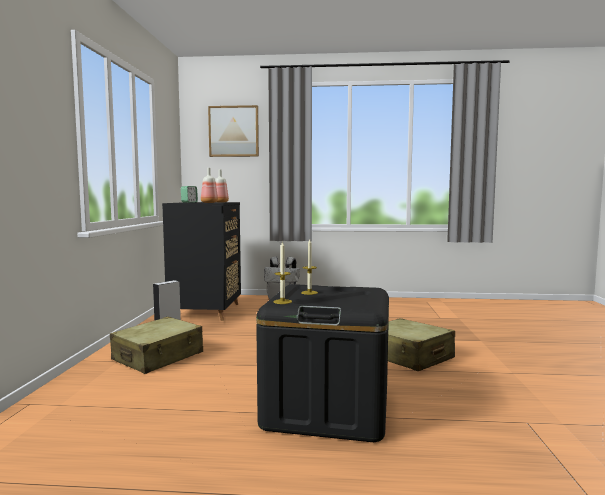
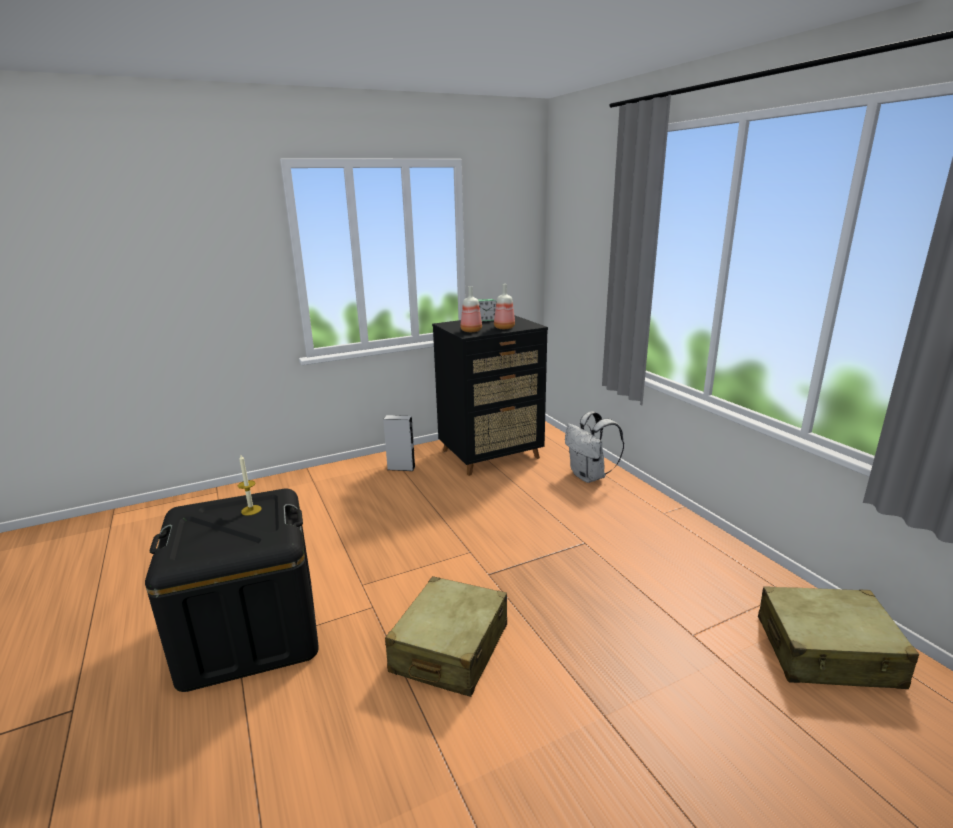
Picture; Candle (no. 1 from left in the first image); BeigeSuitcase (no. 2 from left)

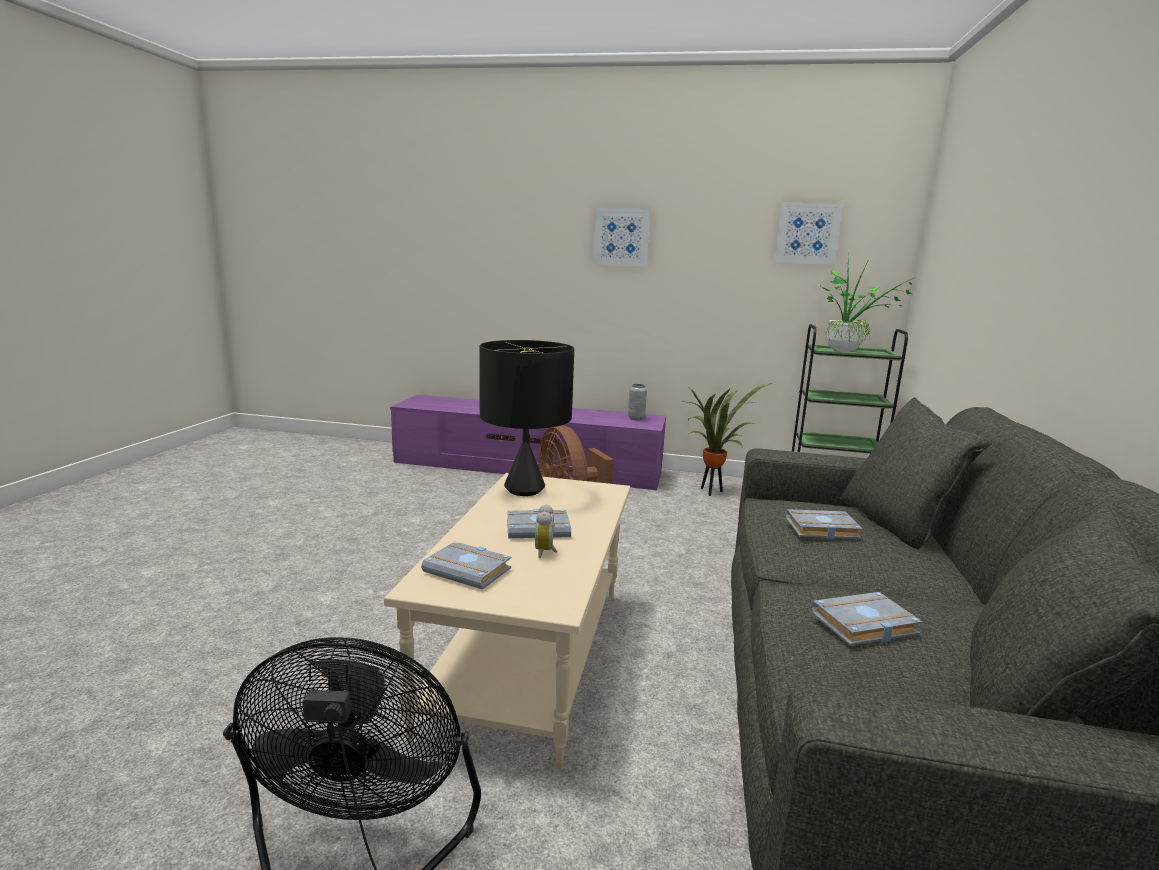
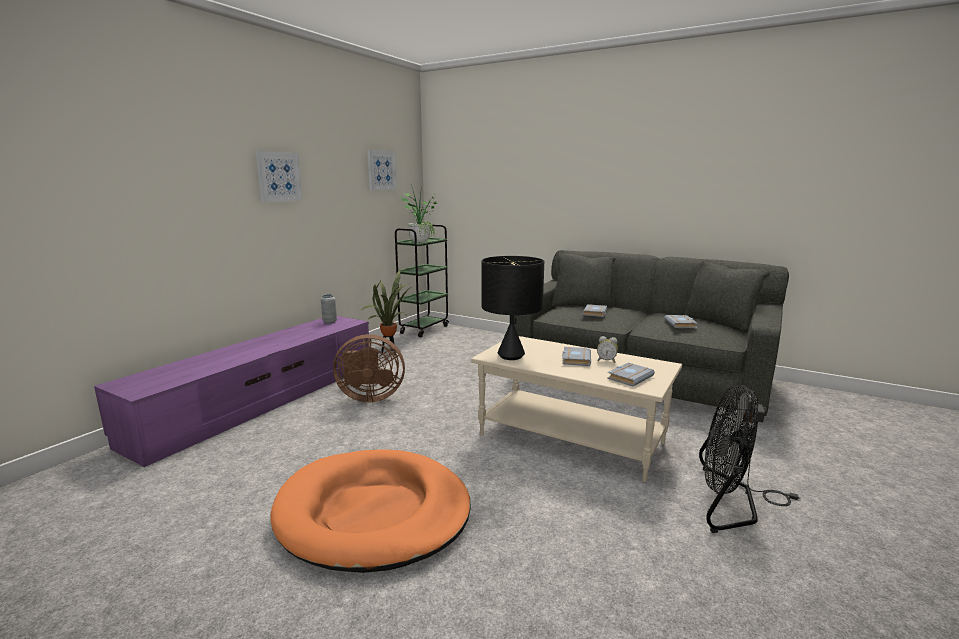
OrangeDogBed

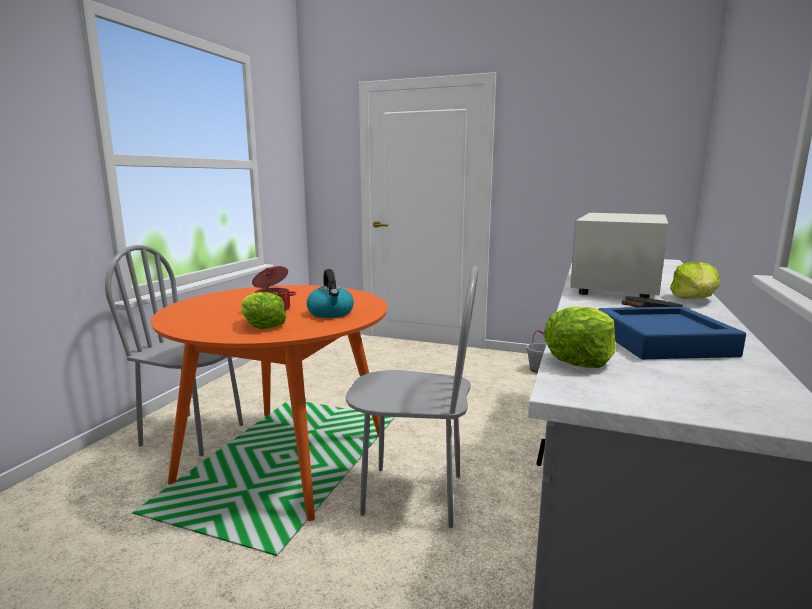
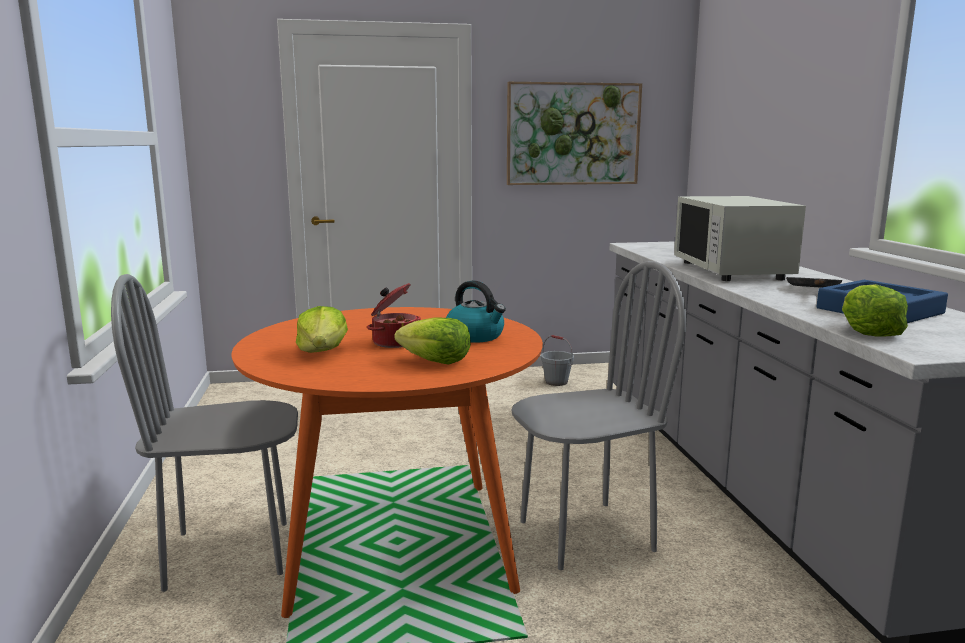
Lettuce (no. 1 from left); Picture

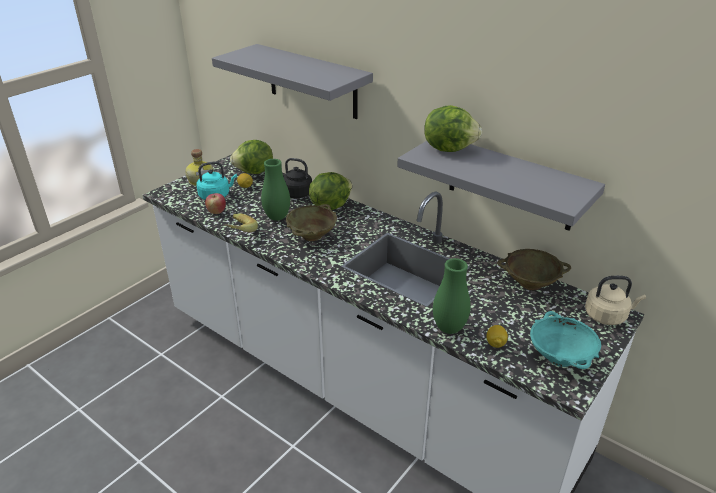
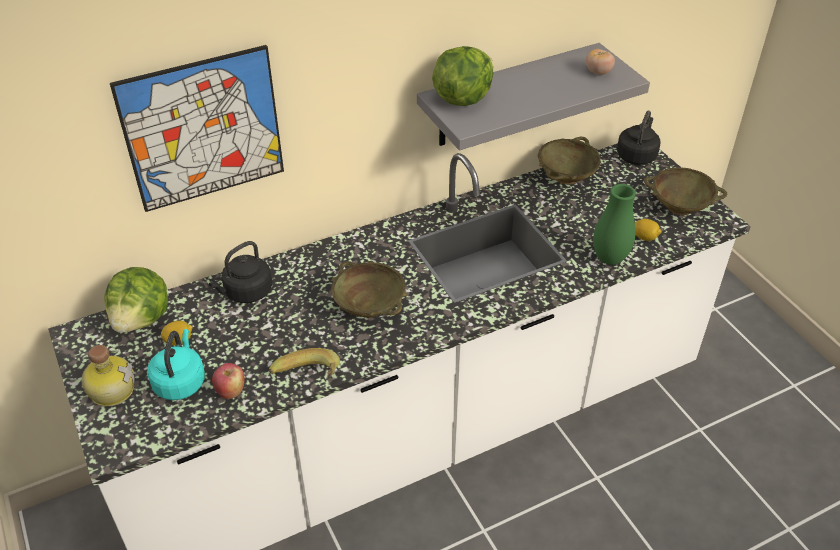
Picture; GreenVase (no. 1 from left in the first image); Lettuce (no. 2 from left in the first image); BlackKettle (no. 2 from left); BeigeBowl (no. 3 from left); Tomato

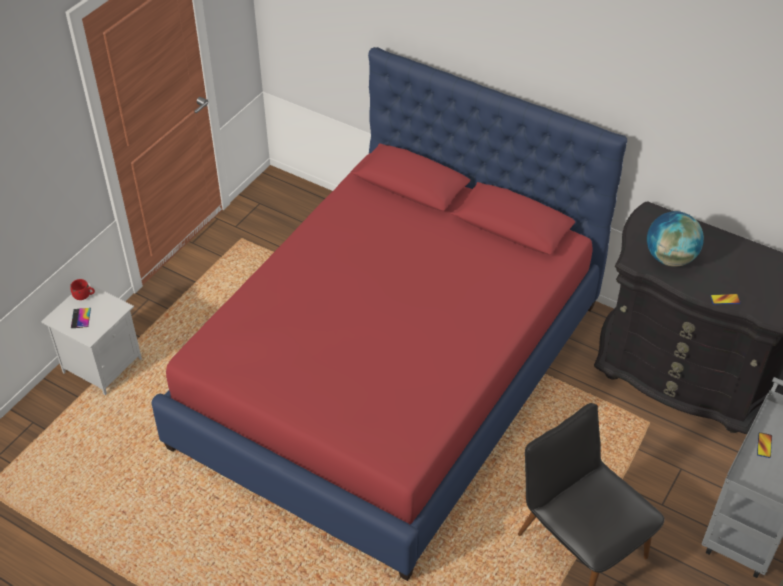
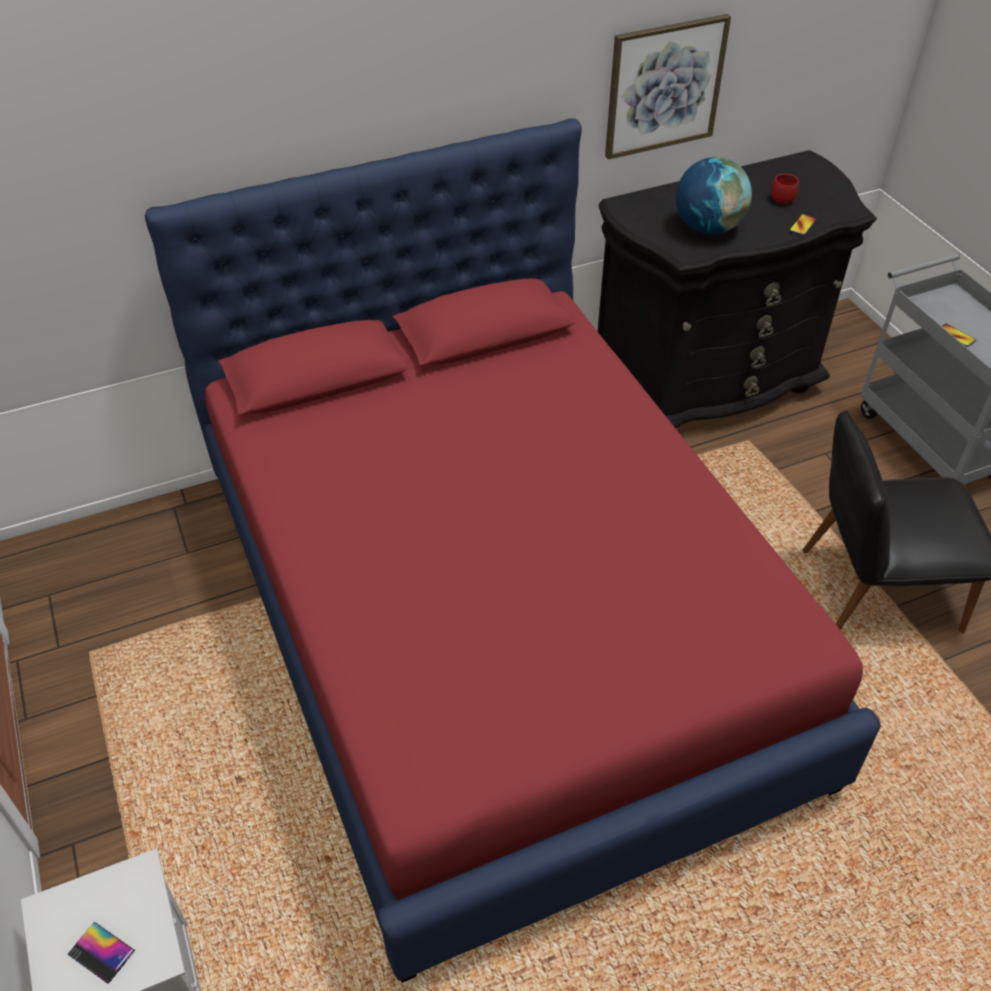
RedMug; Picture

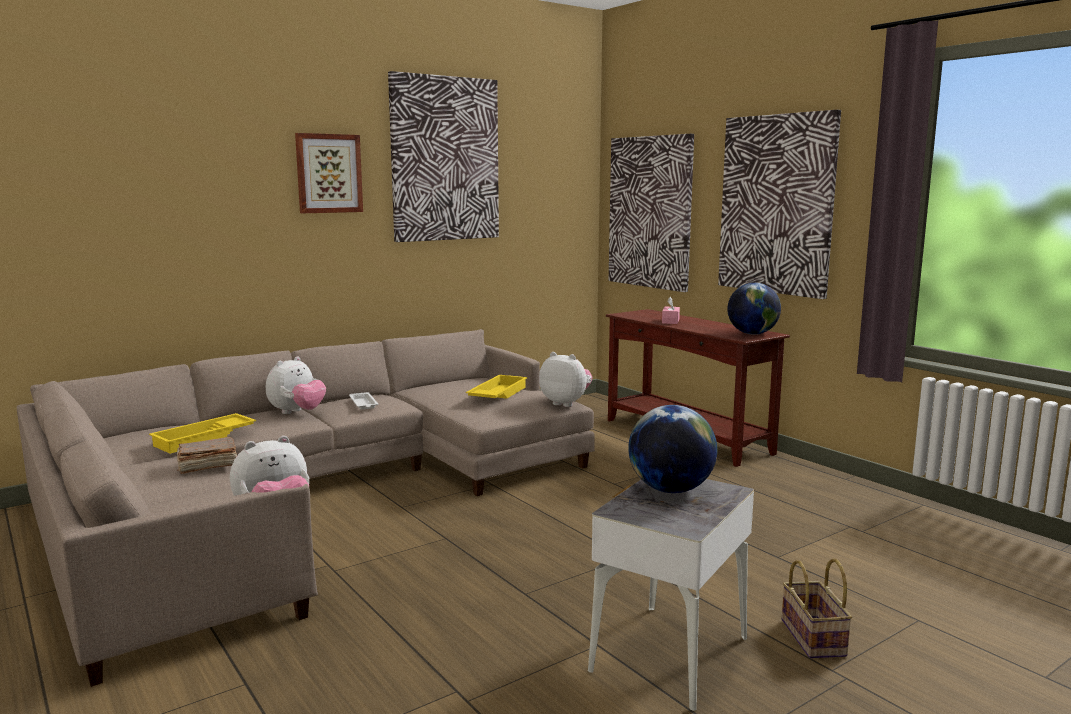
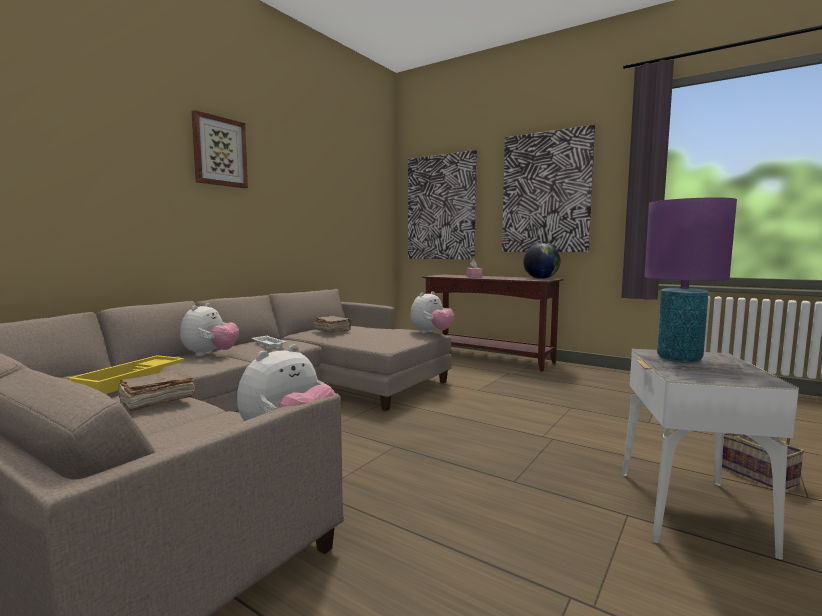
Picture (no. 2 from left in the first image); PlushToy (no. 3 from left); YellowTray (no. 2 from left in the first image); PurpleTableLamp; BrownBook (no. 2 from left)

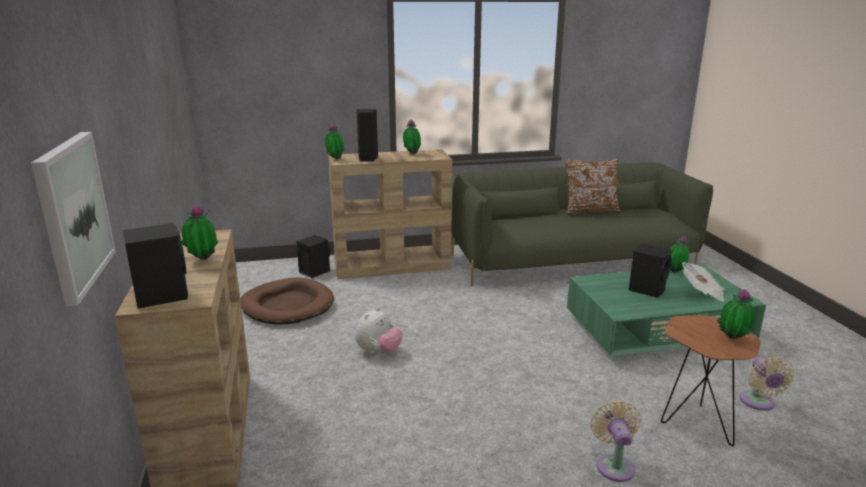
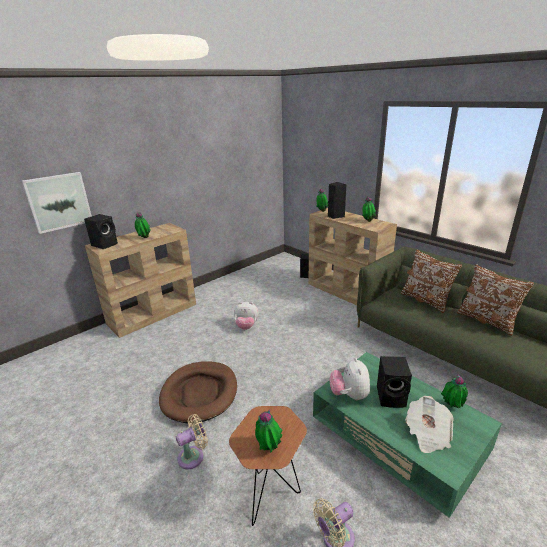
BrownDogBed; BrownPillow (no. 1 from left); PlushToy (no. 2 from left)

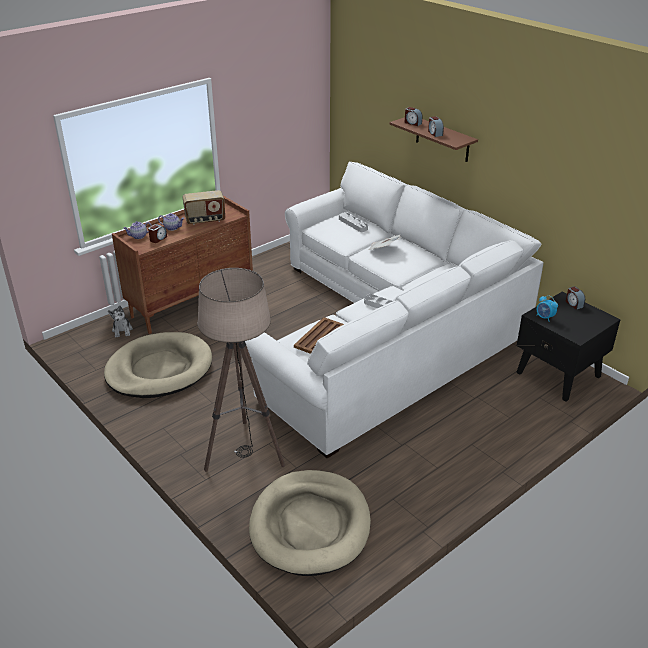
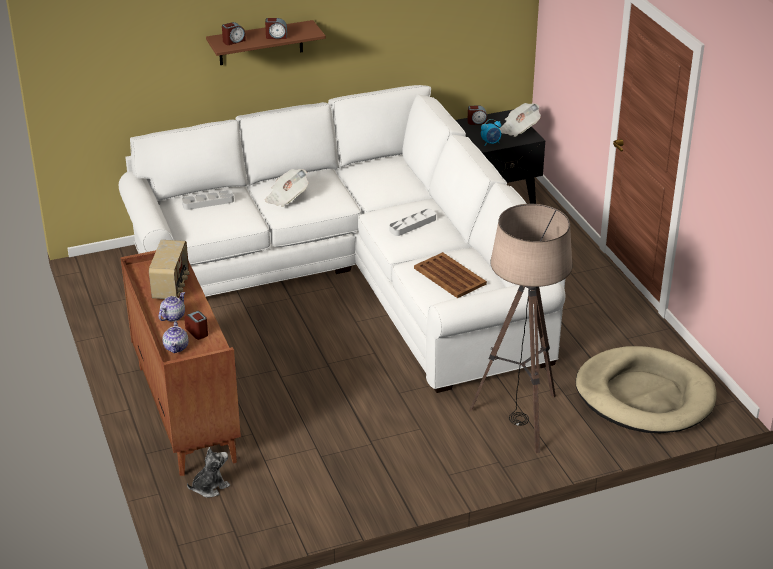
PlushToy; BeigeDogBed (no. 1 from left in the first image); Newspaper (no. 2 from left)

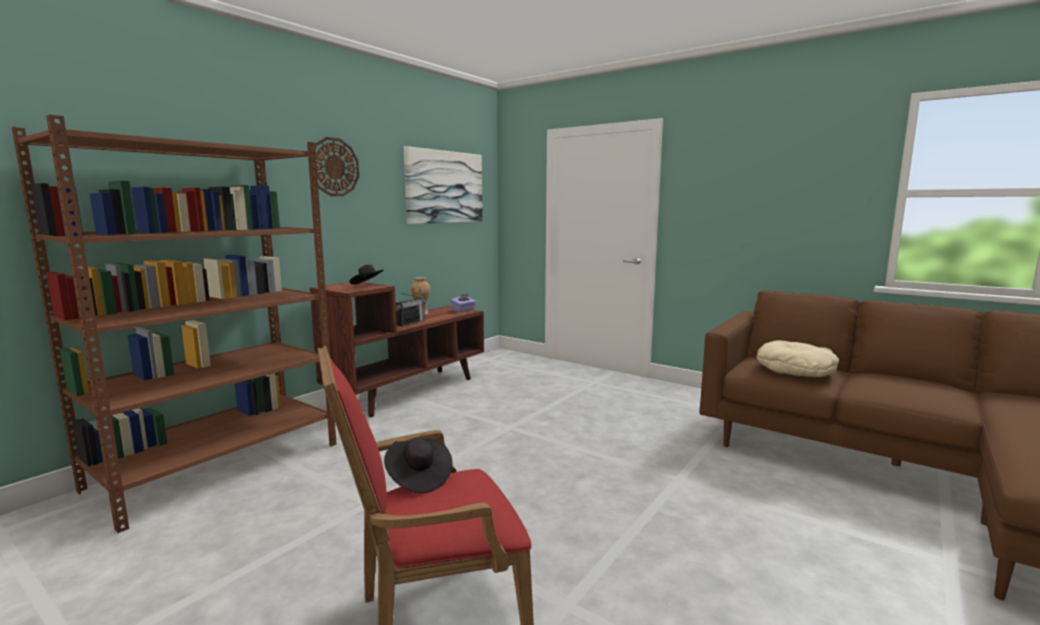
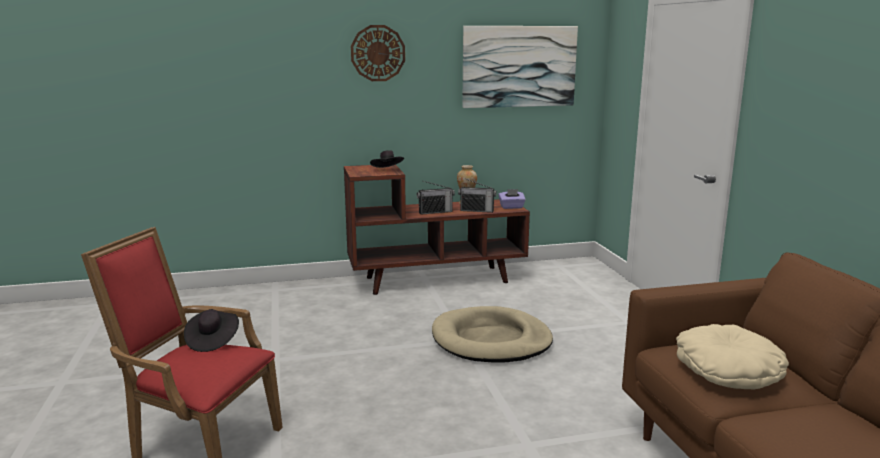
BrownBookcase; Radio (no. 2 from left); BeigeDogBed

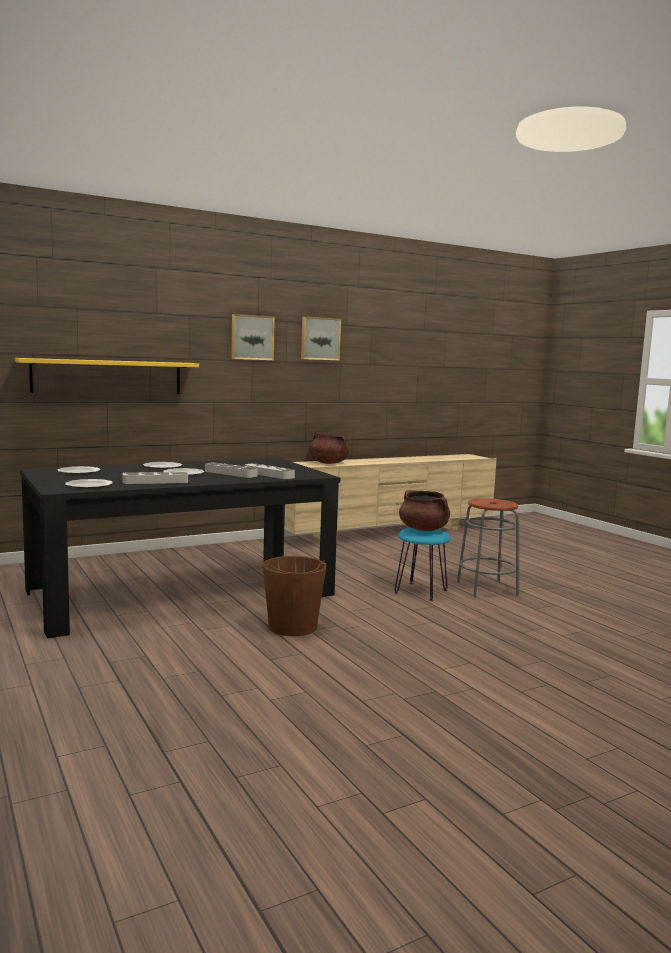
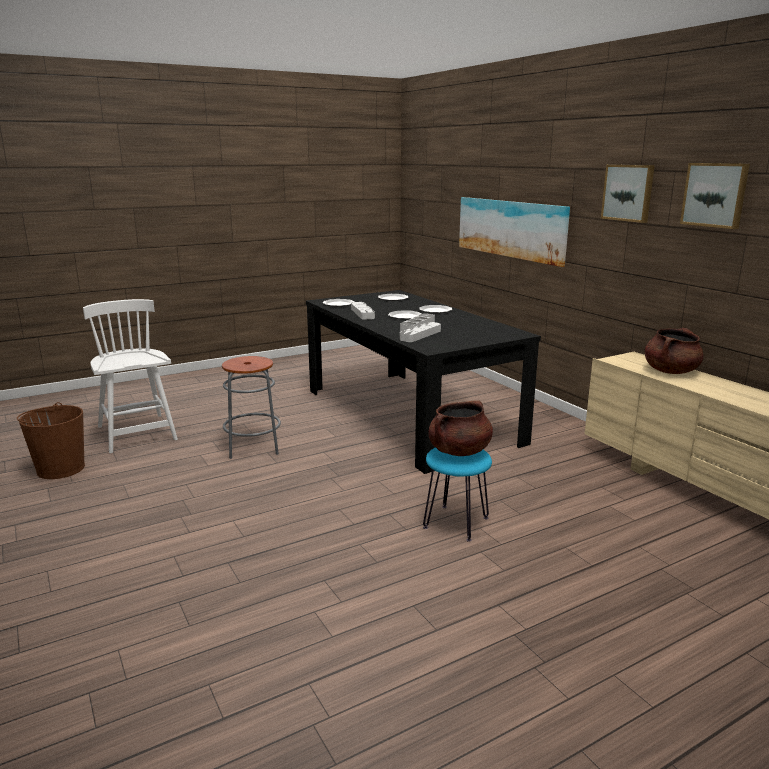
Picture (no. 1 from left); GreyStool; BrownBucket; WhiteChair

